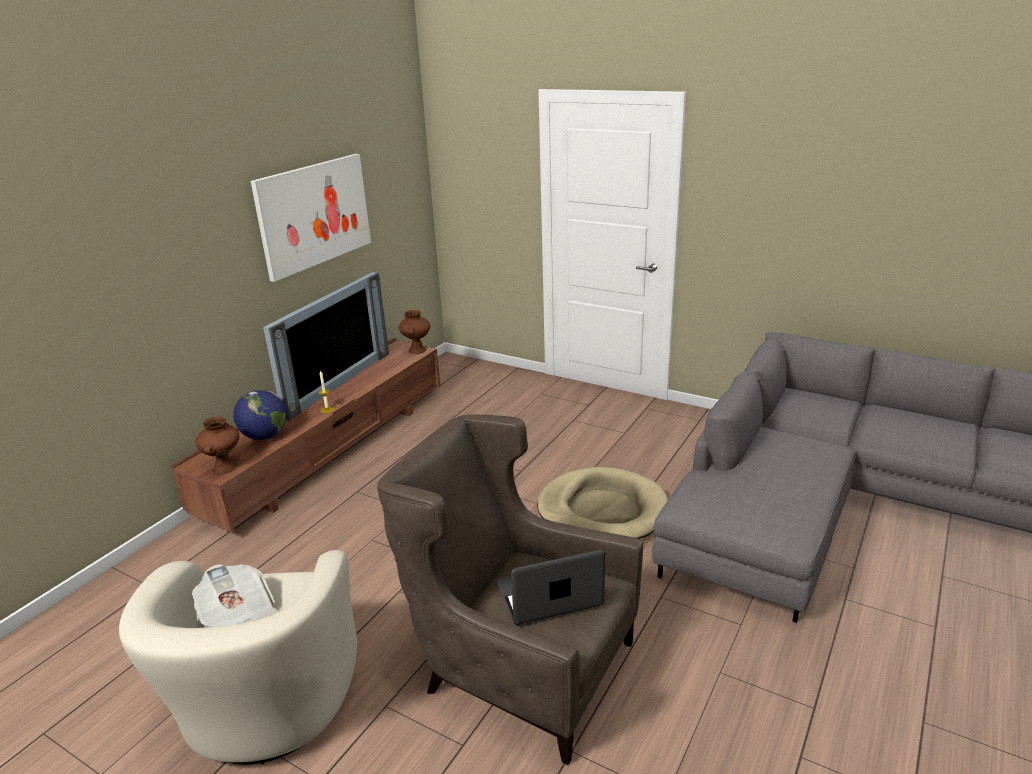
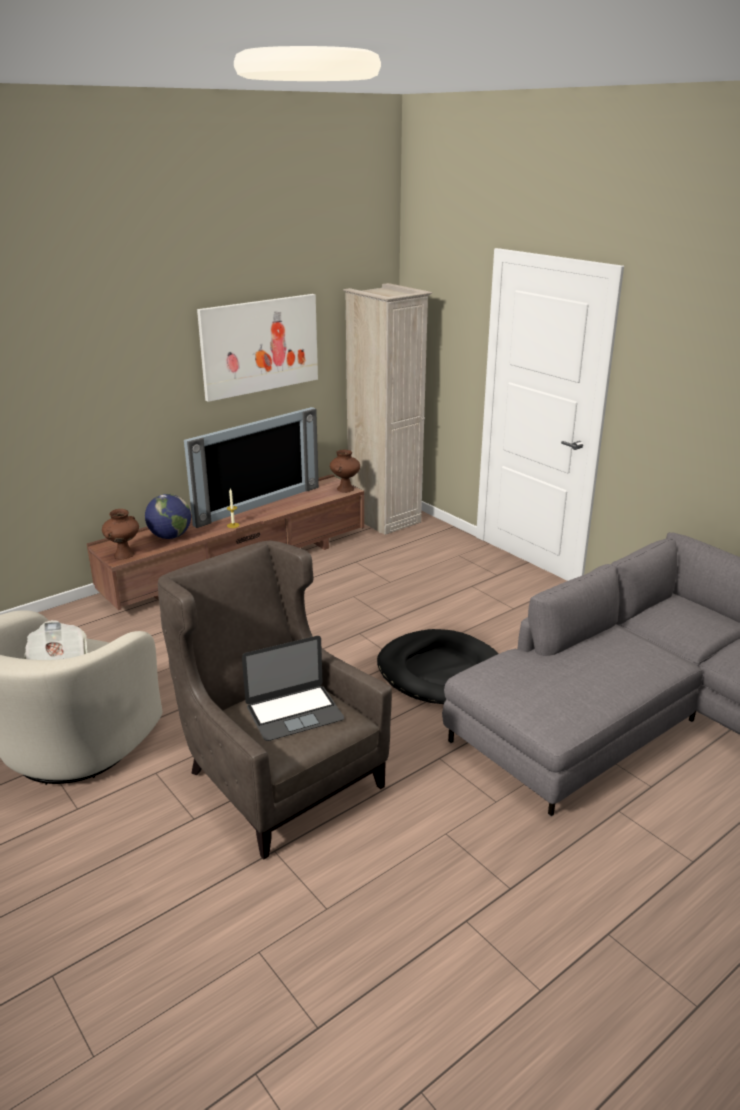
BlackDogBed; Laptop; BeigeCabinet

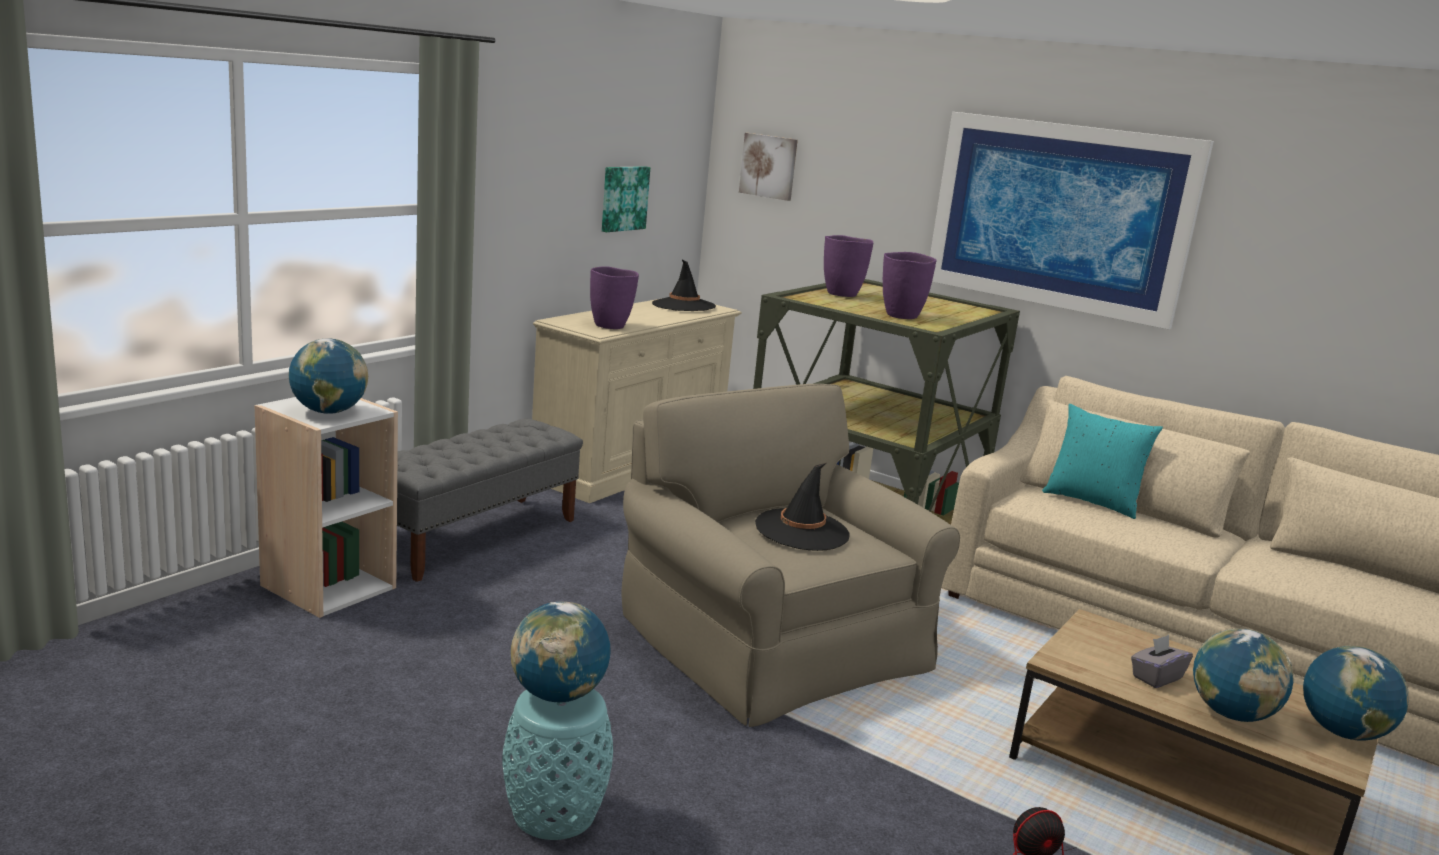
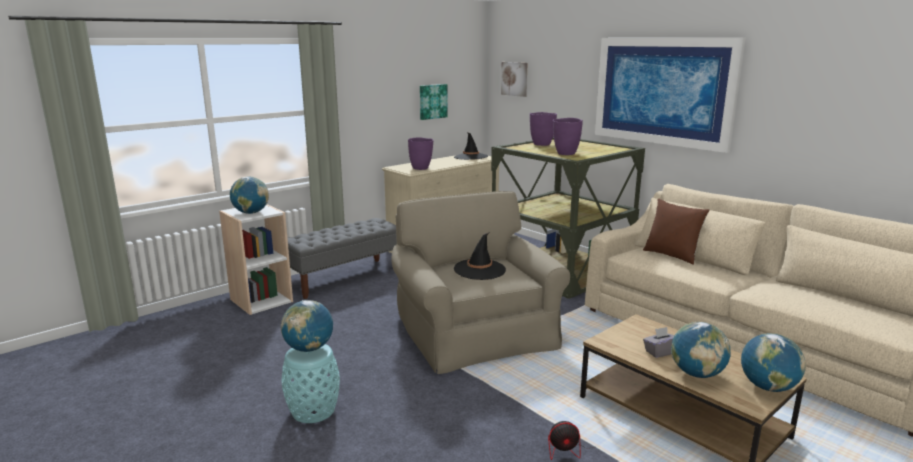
BrownPillow

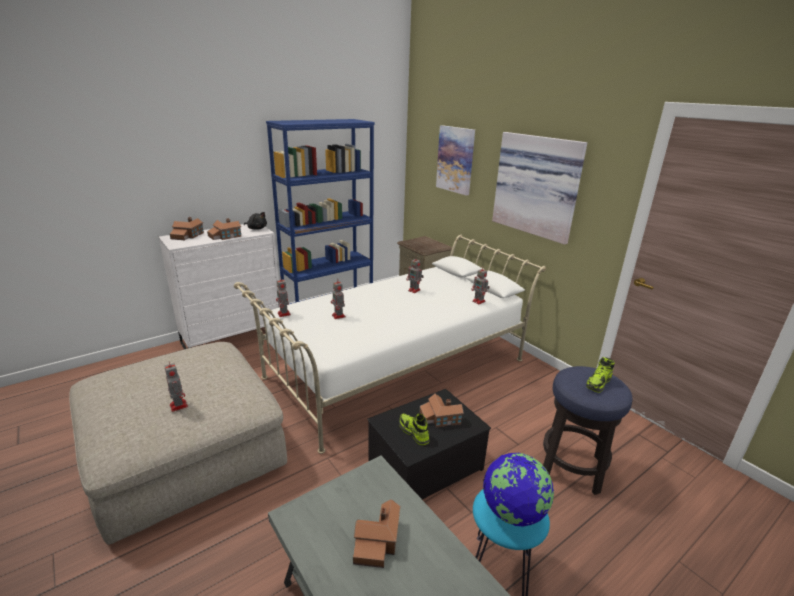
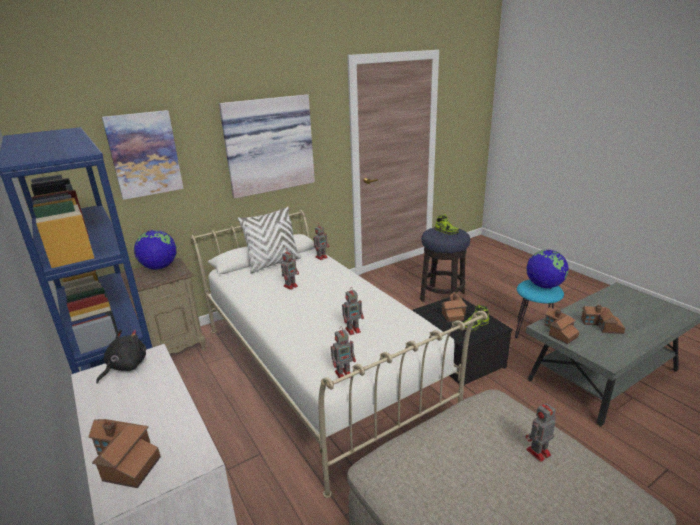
ToyHouse (no. 3 from left); WhitePillow; Globe (no. 1 from left)

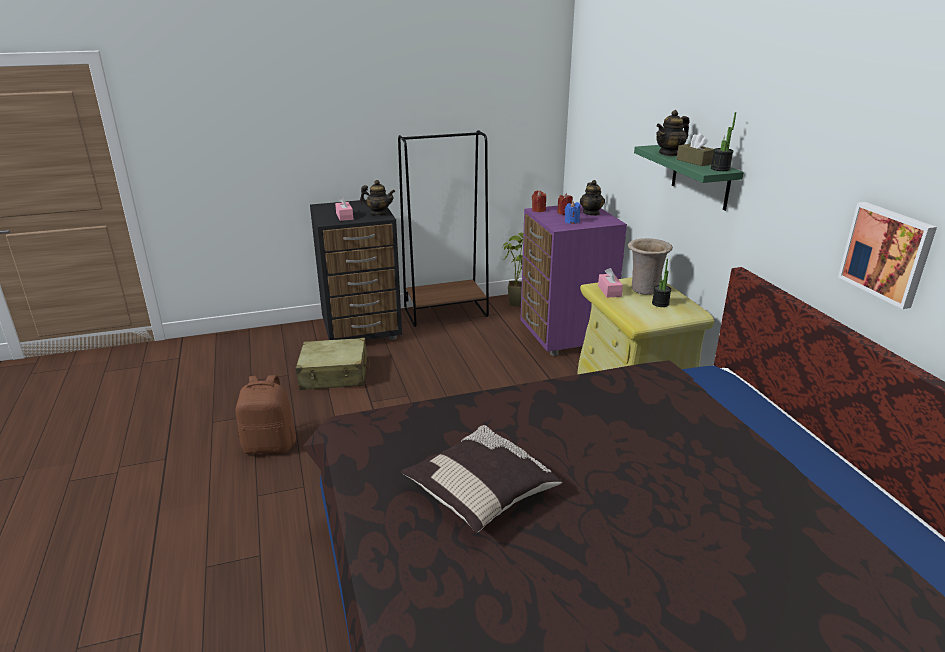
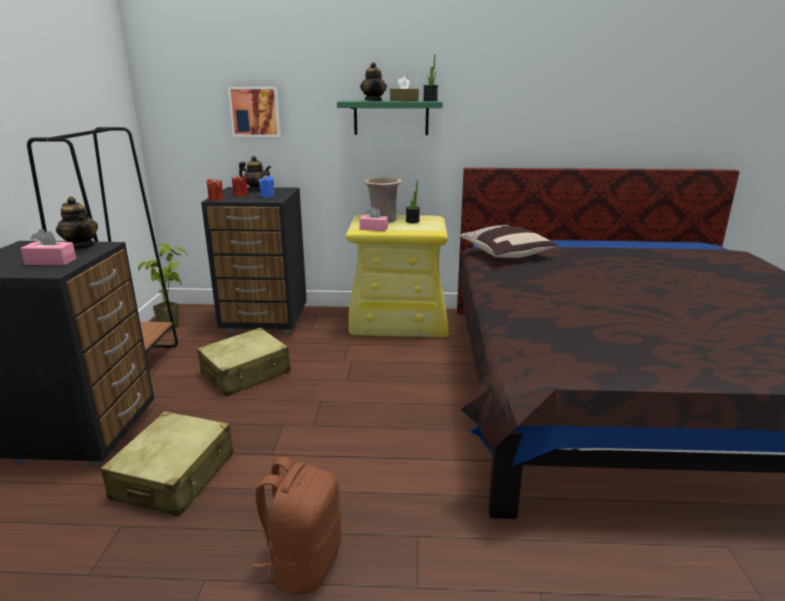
Teapot (no. 1 from left); Picture; BlackDresser (no. 2 from left); Pillow; BeigeSuitcase (no. 2 from left)

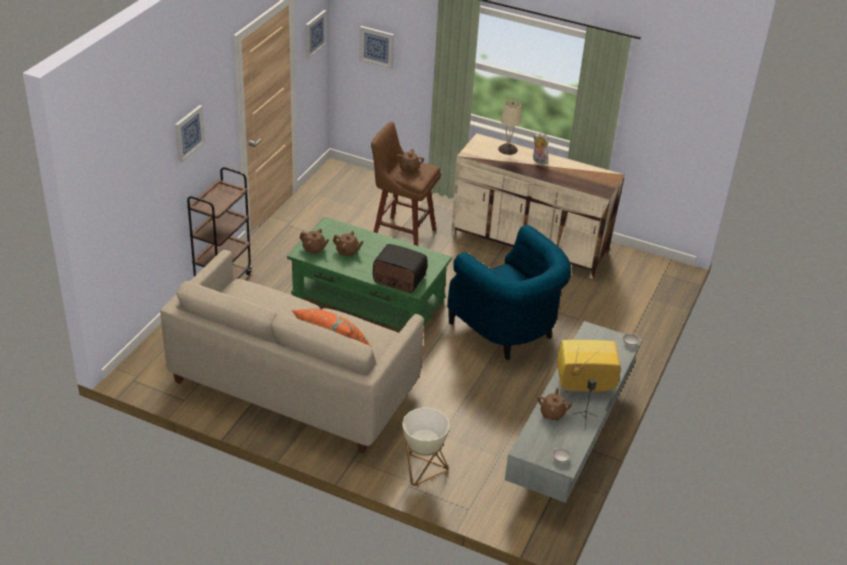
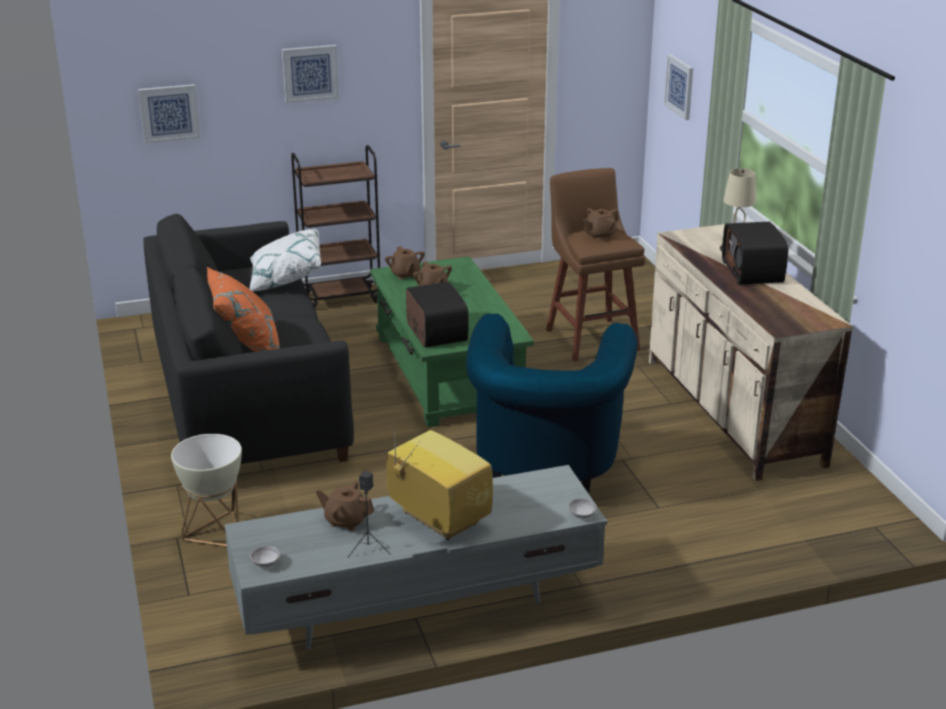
Picture (no. 1 from left); Radio (no. 2 from left); BlackSofa; BrownTeapot (no. 1 from left); WhitePillow

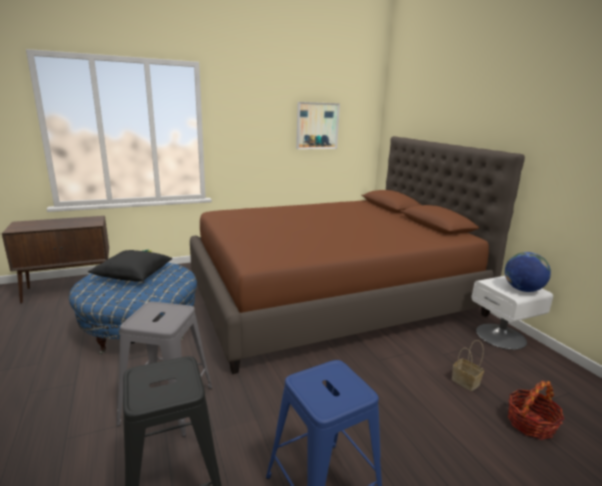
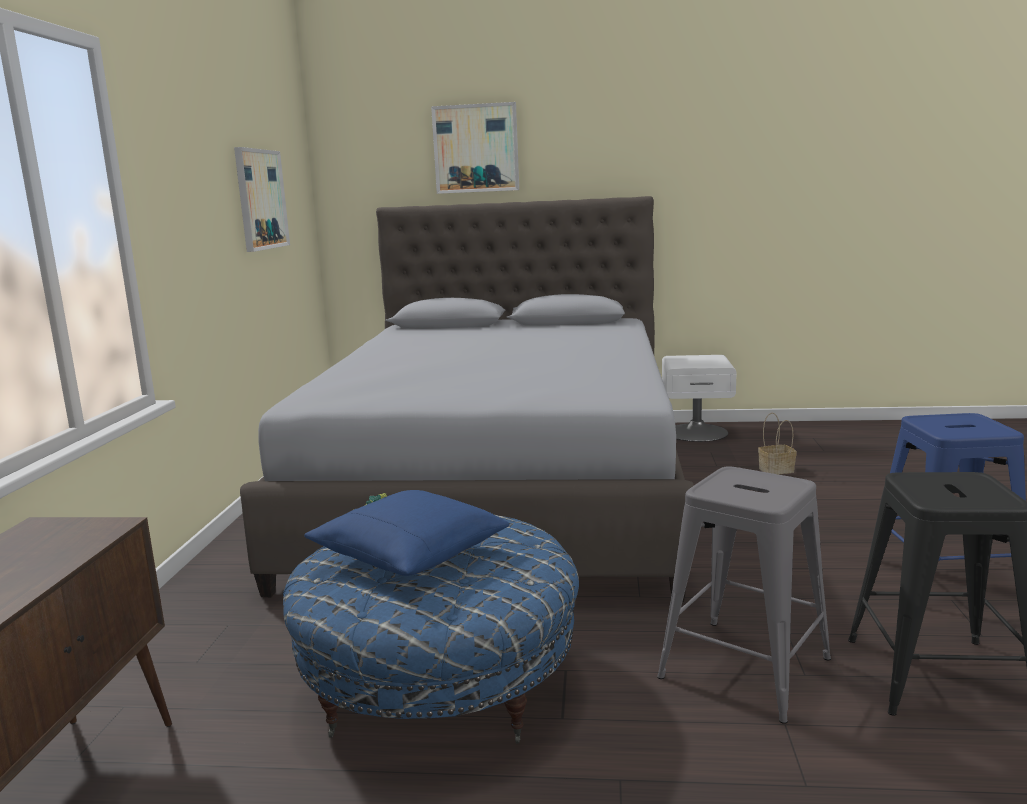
GreyBed; BluePillow; Globe; Basket (no. 2 from left in the first image); Picture (no. 2 from left)

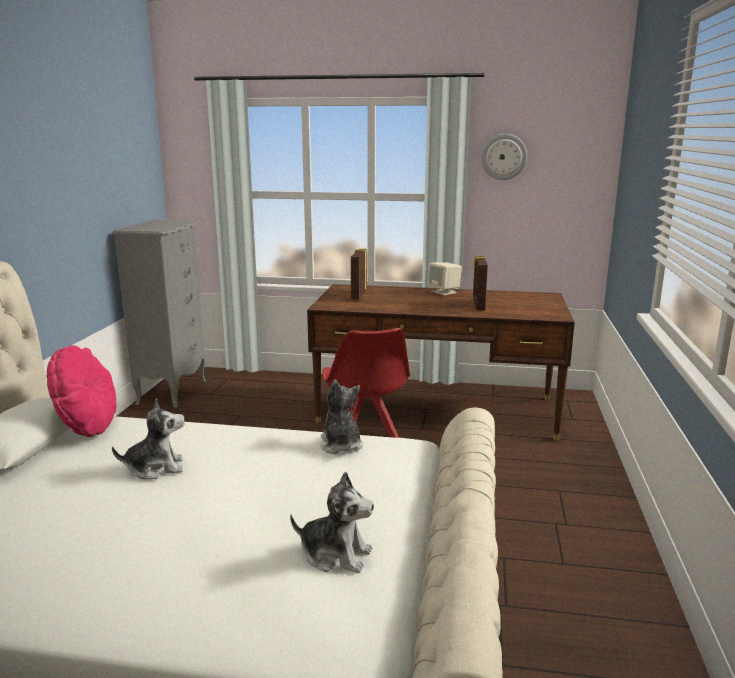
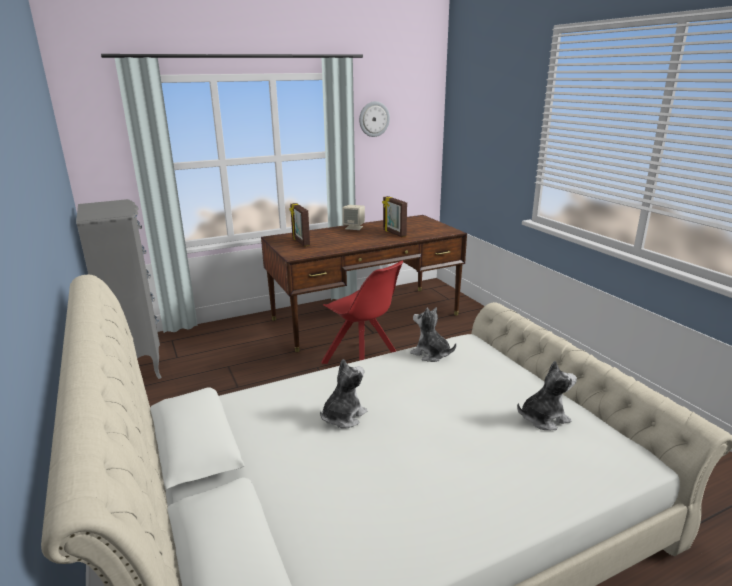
PinkPillow

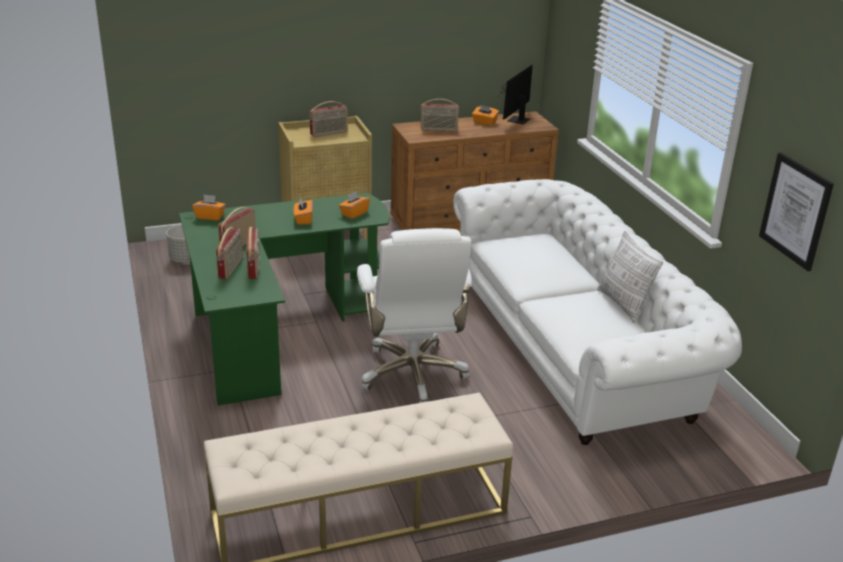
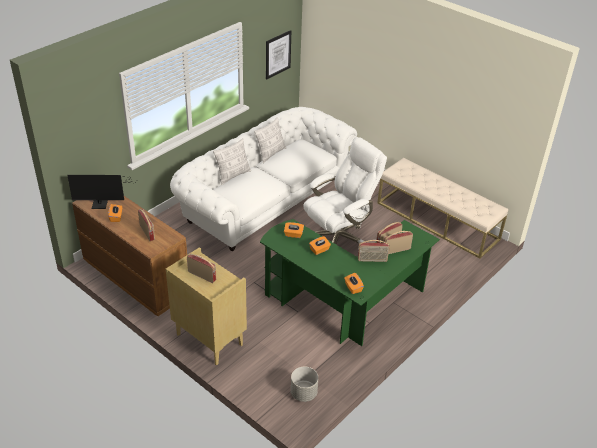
Pillow (no. 1 from left)

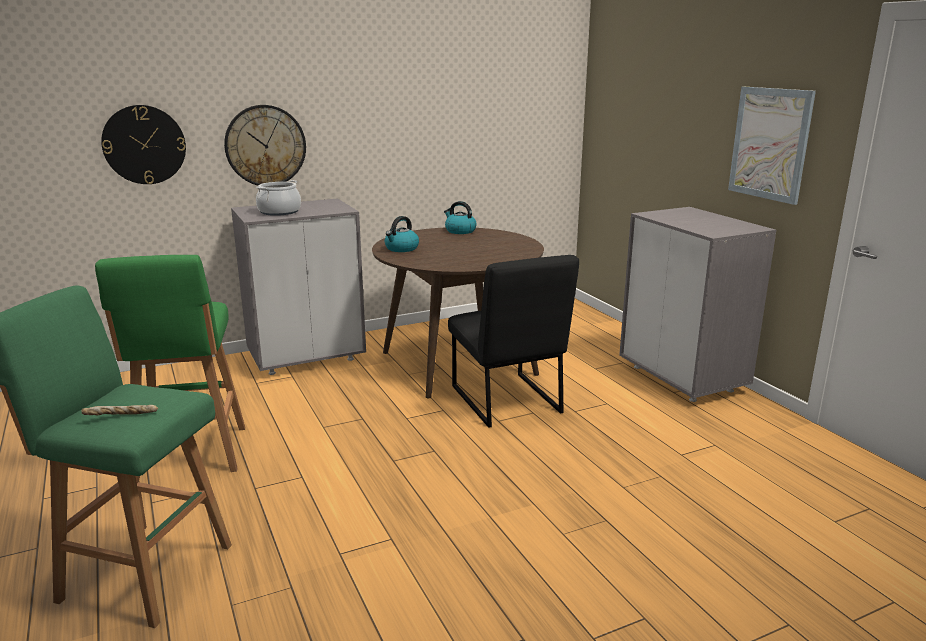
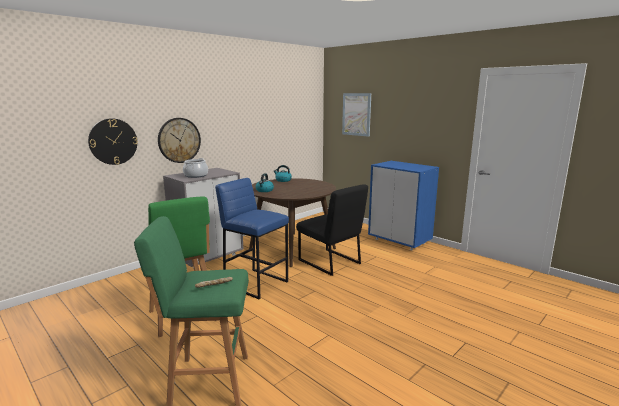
Picture; BlueCabinet; BlueStool

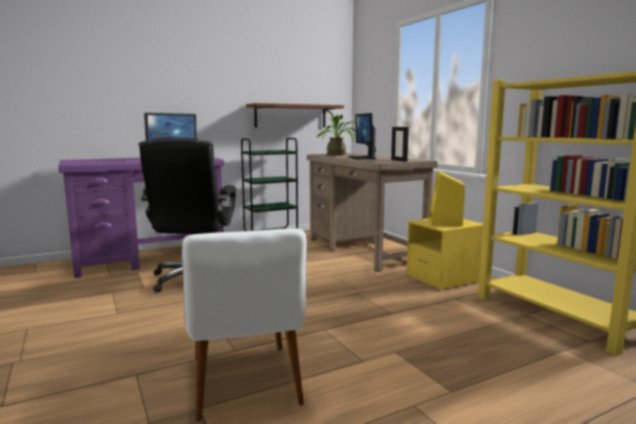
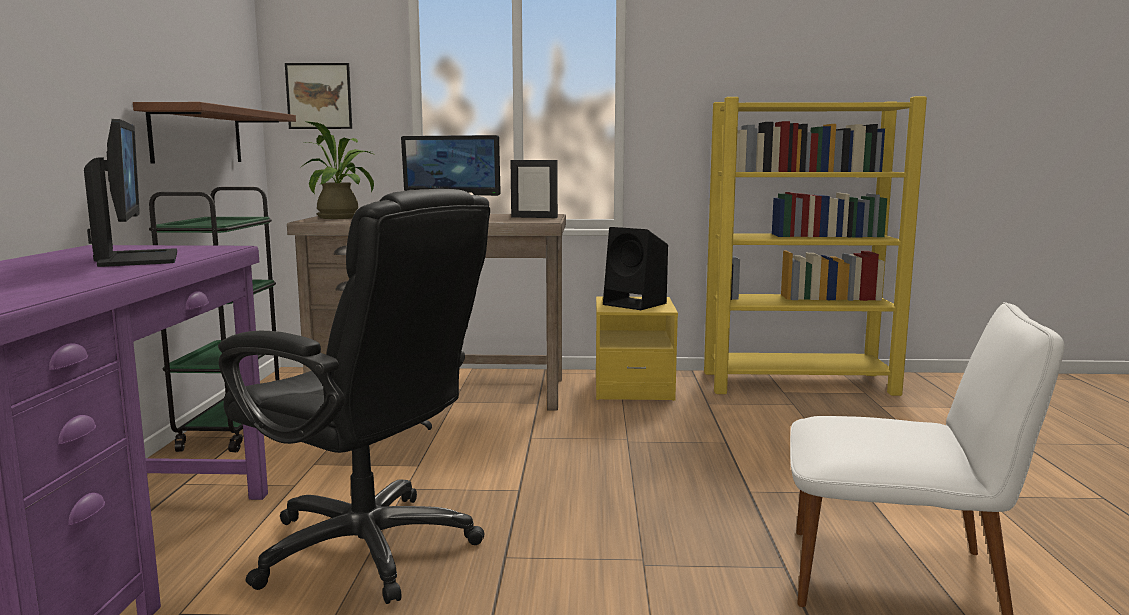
BlackSpeaker; Picture

